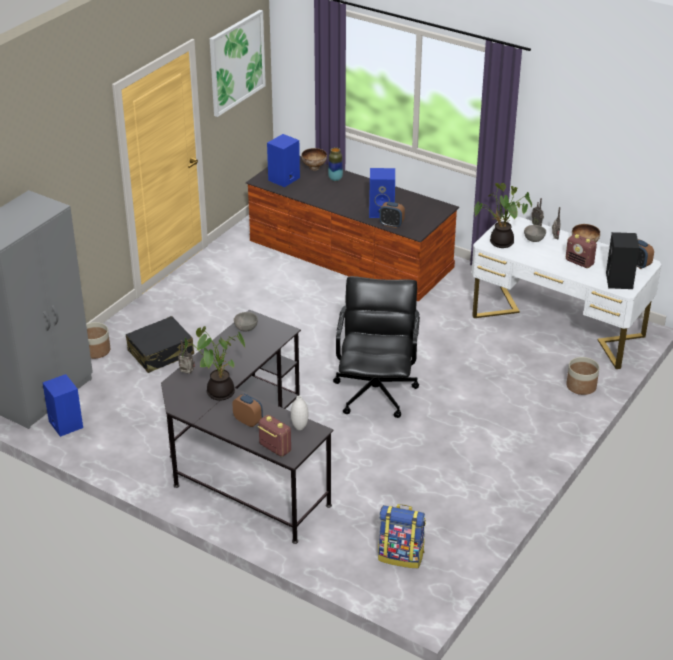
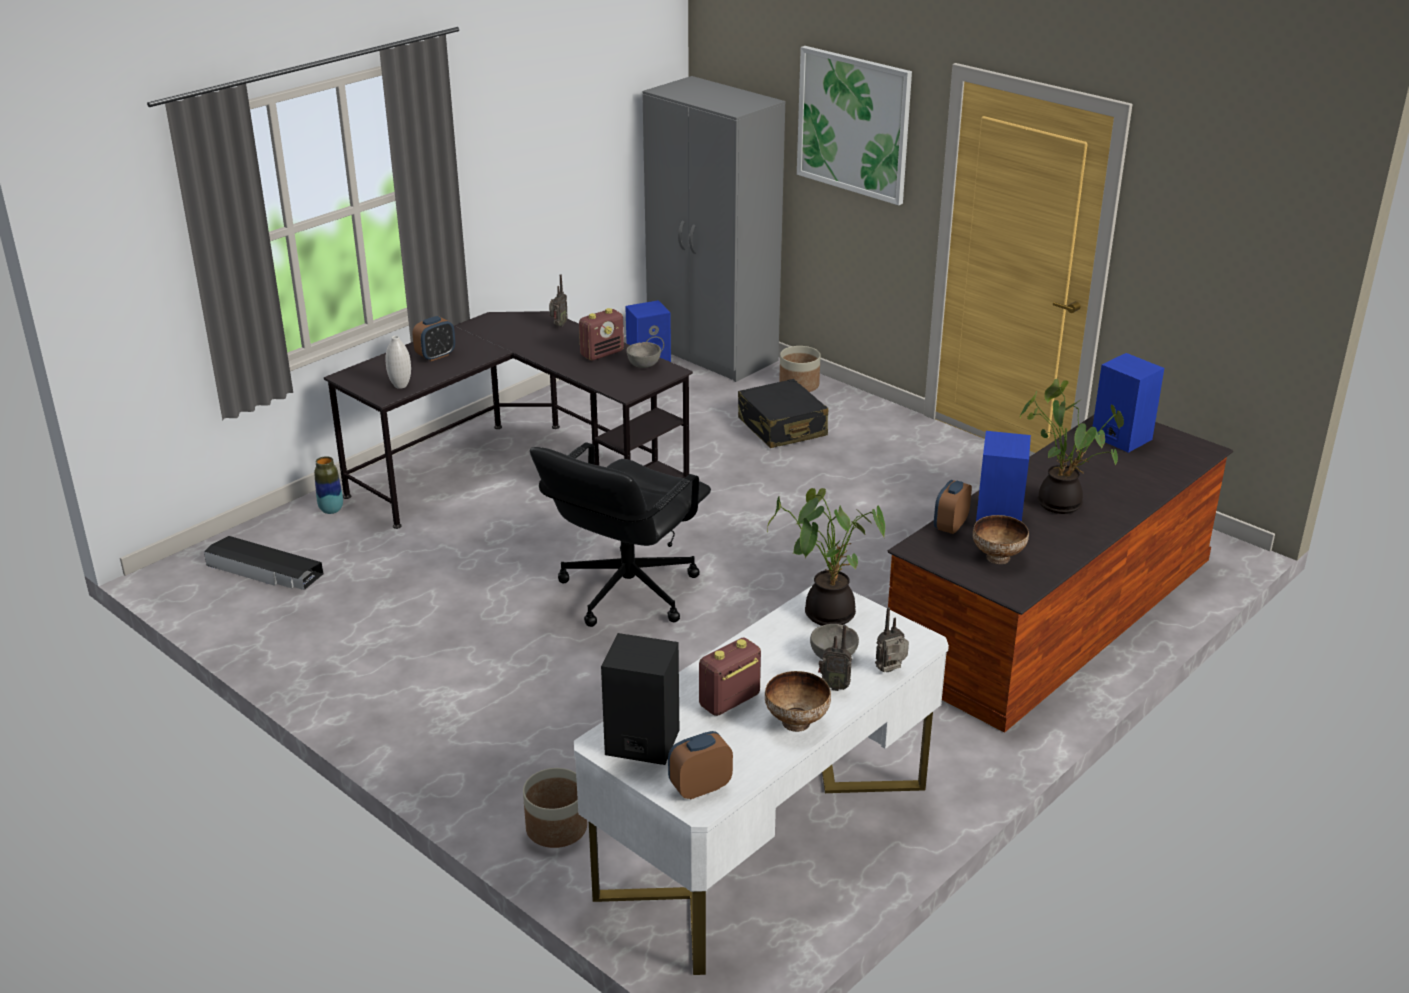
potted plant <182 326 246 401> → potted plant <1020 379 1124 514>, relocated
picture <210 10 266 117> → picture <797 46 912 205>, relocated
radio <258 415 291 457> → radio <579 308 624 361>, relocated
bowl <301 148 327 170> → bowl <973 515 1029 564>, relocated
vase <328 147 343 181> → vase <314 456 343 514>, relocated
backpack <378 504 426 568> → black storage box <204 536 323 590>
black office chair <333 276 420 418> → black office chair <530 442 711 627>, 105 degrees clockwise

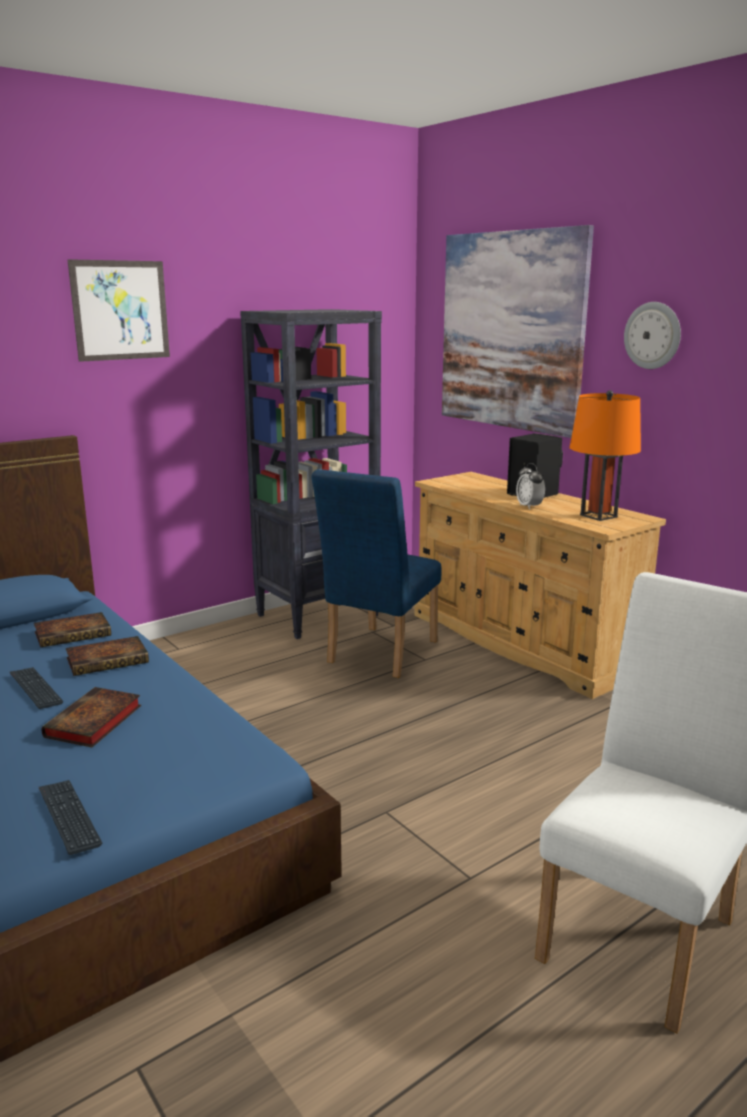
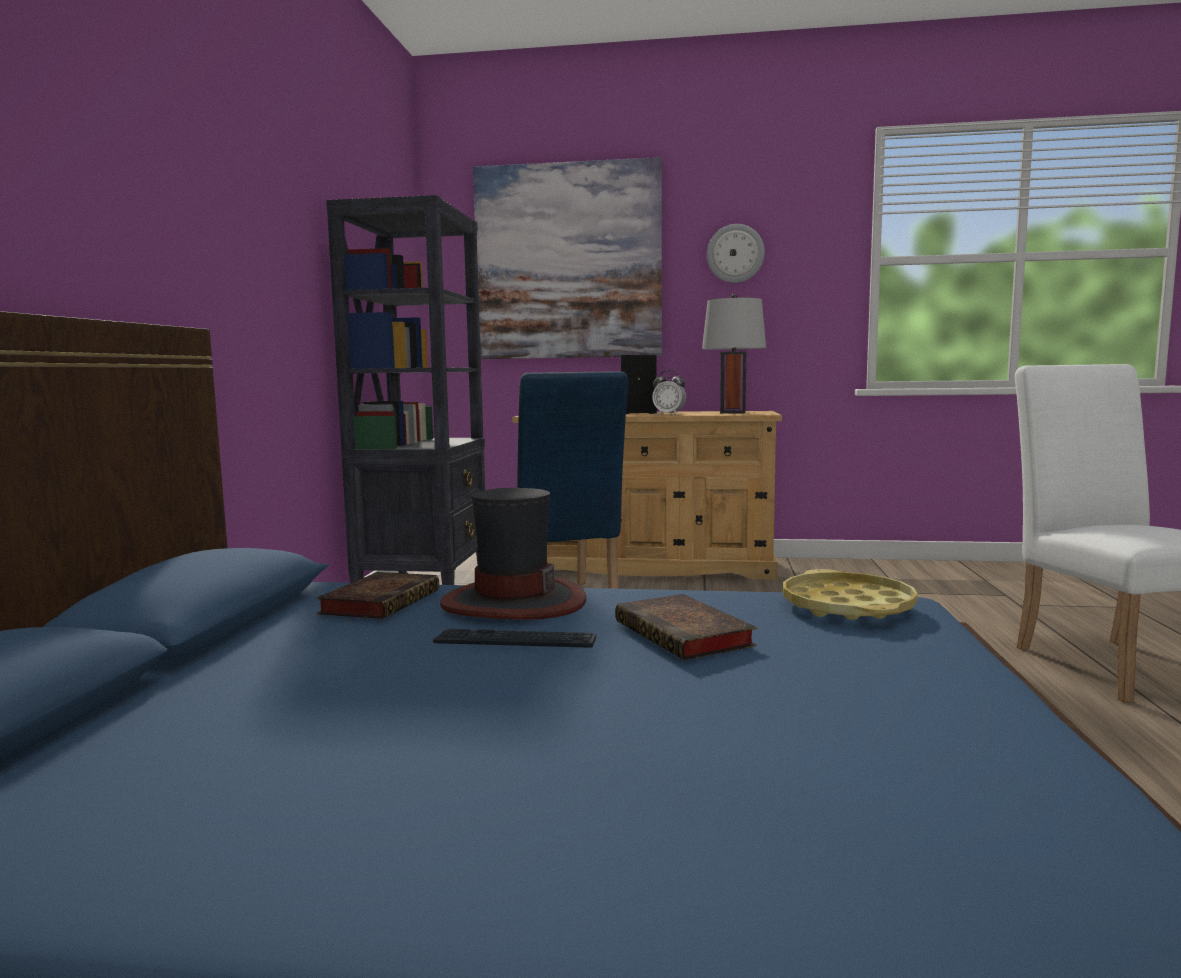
keyboard <39 780 102 855> → -
picture <68 259 170 362> → -
- → yellow tray <783 569 918 620>
book <66 636 149 676> → hat <440 488 586 620>
orange table lamp <569 390 641 521> → grey table lamp <702 294 766 414>

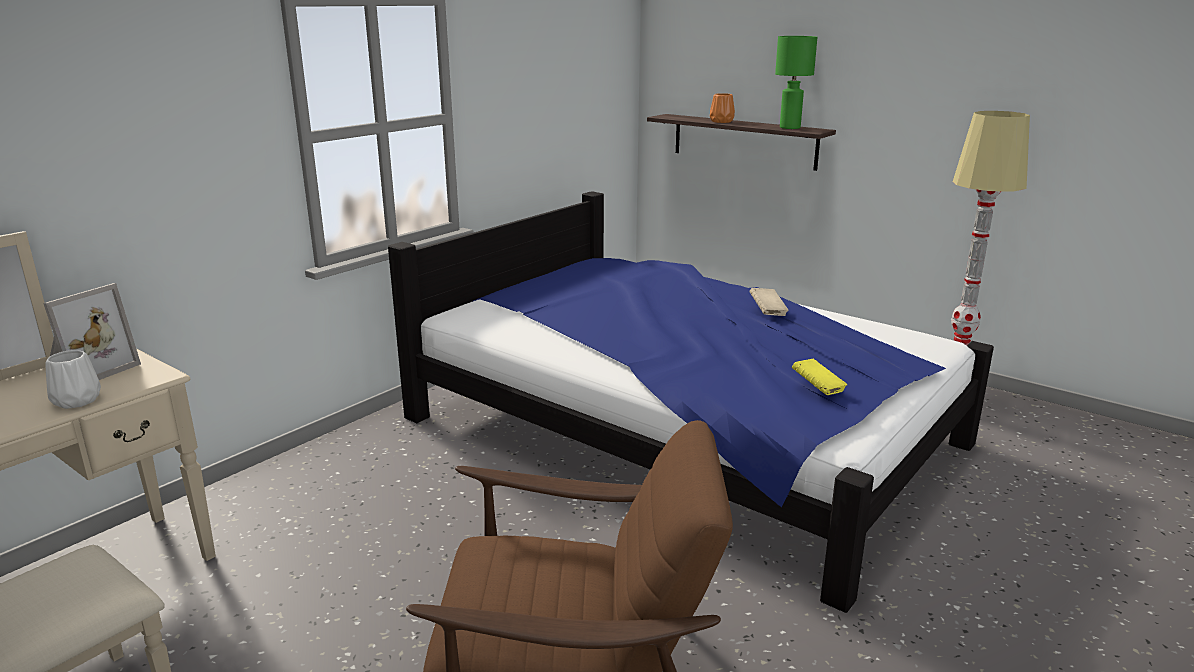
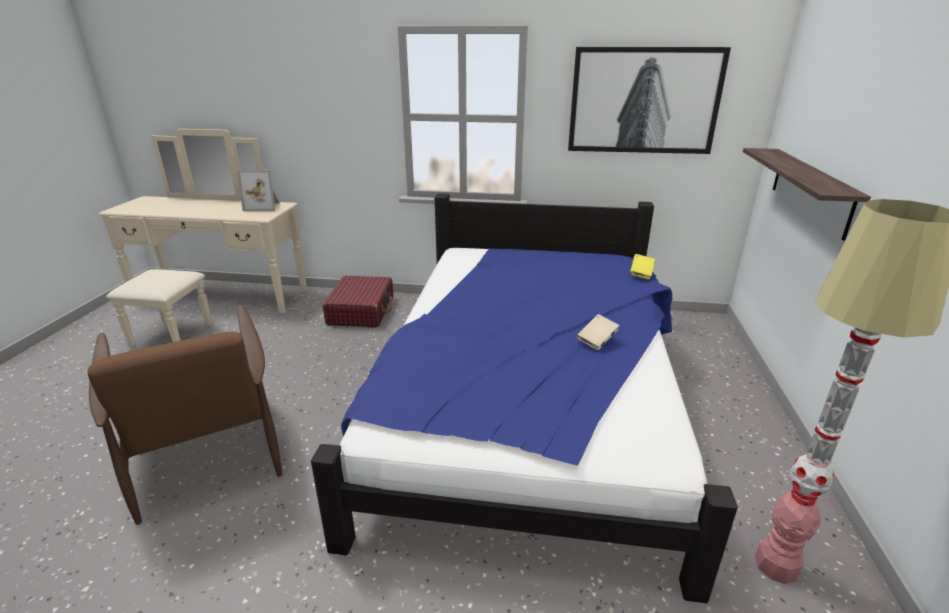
white vase <45 350 101 409> → -
orange vase <710 93 735 123> → -
green table lamp <775 36 817 129> → -
- → red suitcase <323 276 393 328>
- → picture <568 47 731 154>
yellow book <792 359 847 395> → yellow book <630 254 655 279>, relocated

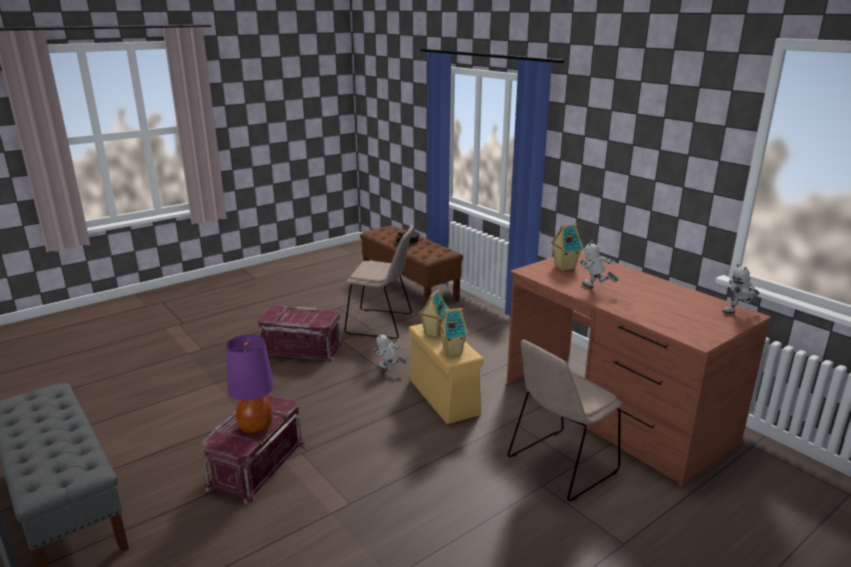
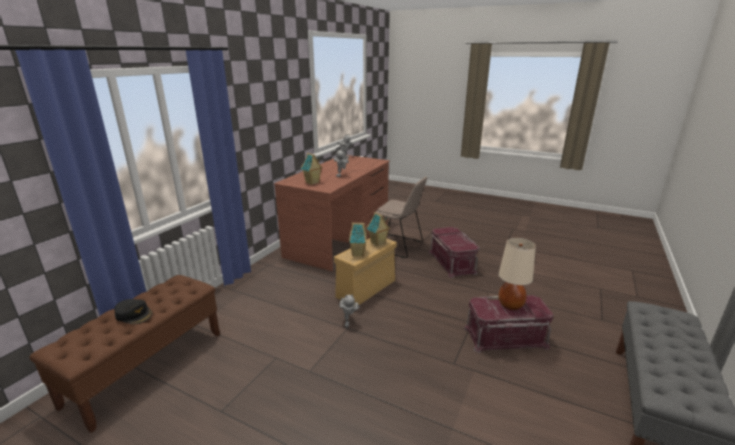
beige chair <344 225 414 340> → -
red storage box <258 305 344 363> → red storage box <429 227 480 278>, relocated
purple table lamp <226 335 274 434> → beige table lamp <498 238 536 310>

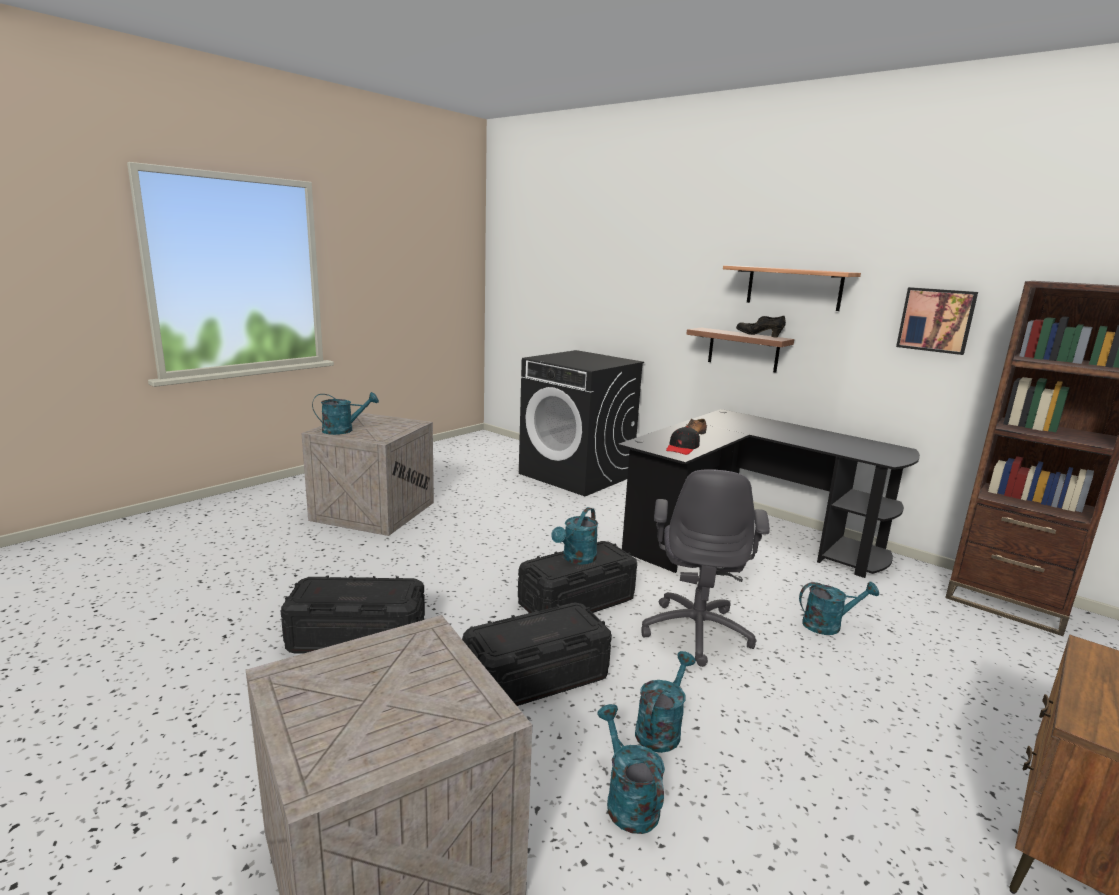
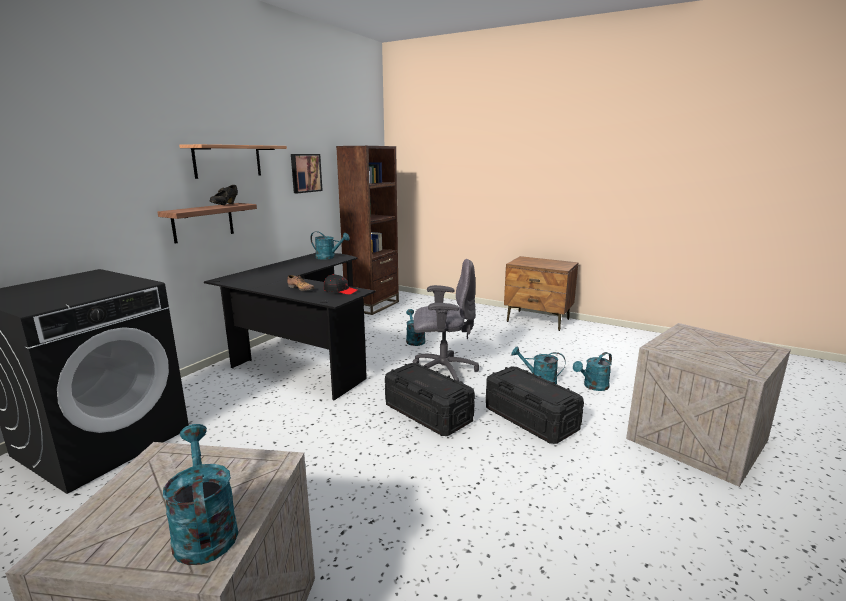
black storage box <281 575 425 654> → -
turquoise watering can <551 507 598 565> → turquoise watering can <310 231 350 260>, relocated

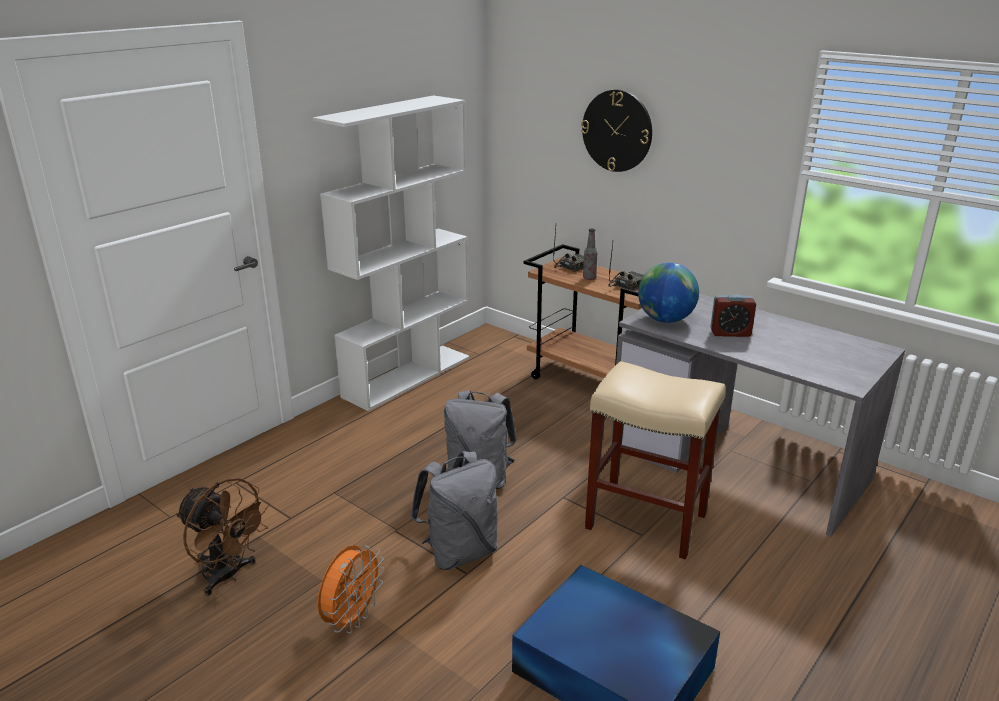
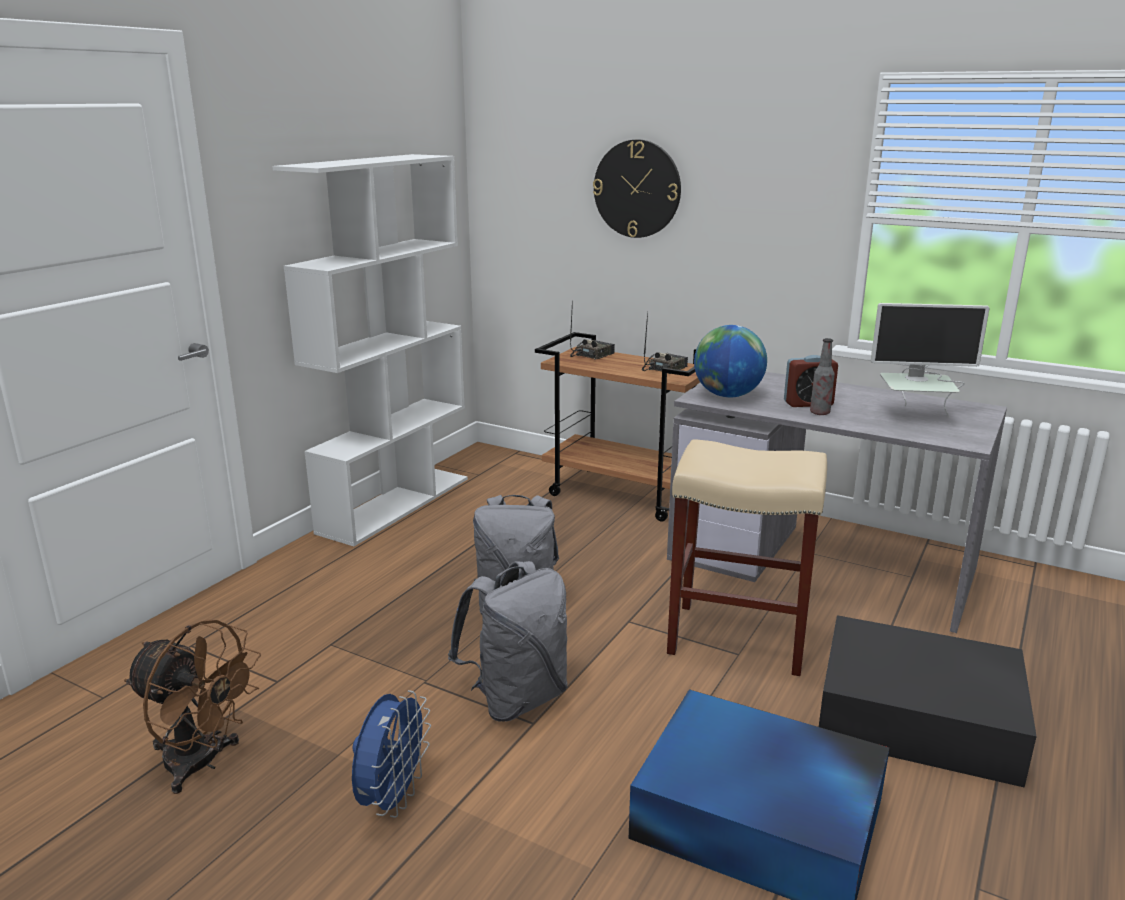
- → black storage box <819 615 1037 788>
- → monitor <871 303 990 418>
bottle <583 228 598 280> → bottle <810 338 835 415>, relocated
orange fan <318 545 385 634> → blue fan <352 690 431 818>

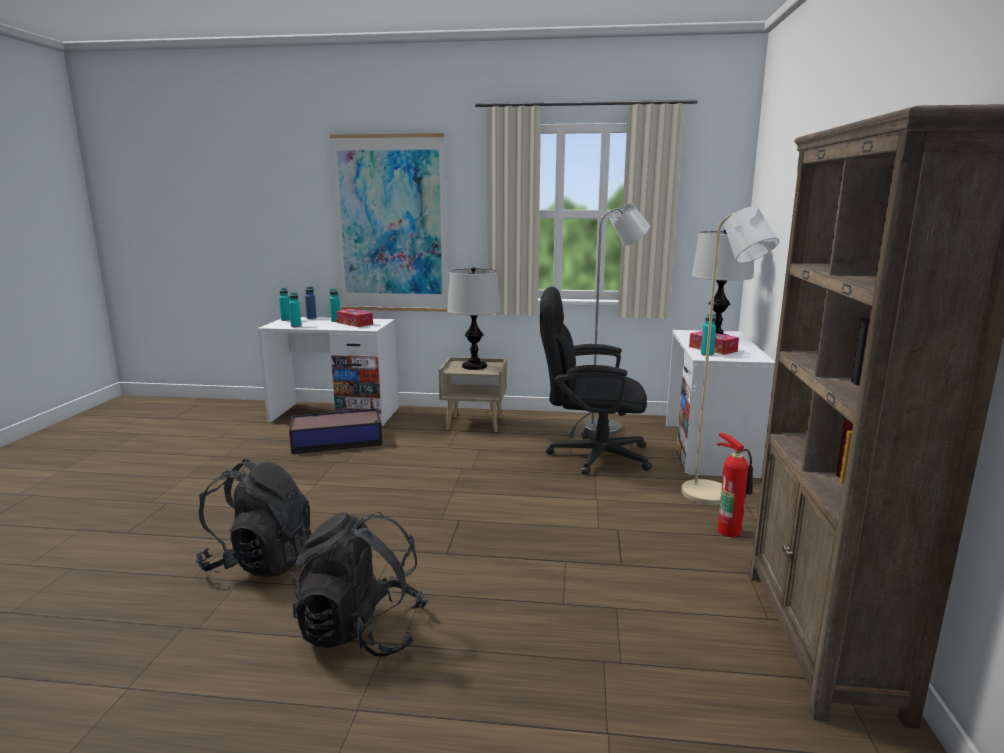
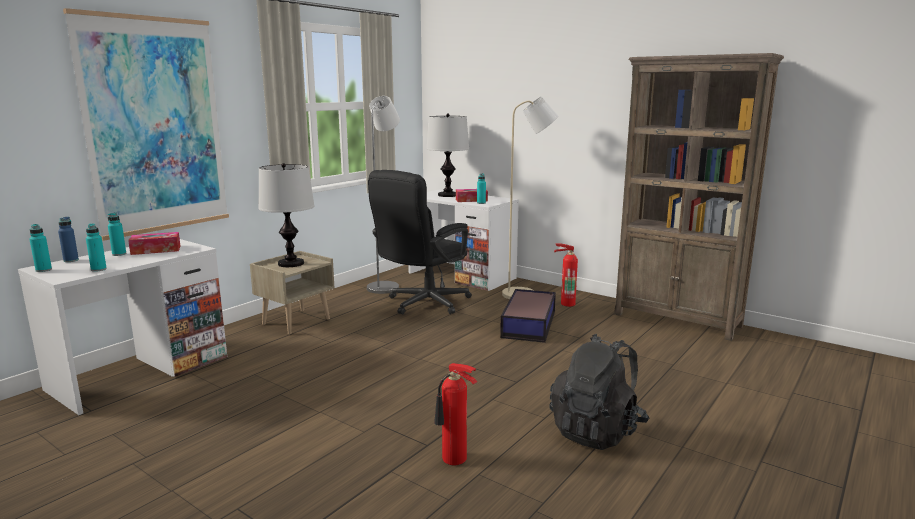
storage box <289 409 382 454> → storage box <500 289 556 343>, relocated
black backpack <196 459 312 577> → fire extinguisher <434 363 477 465>

